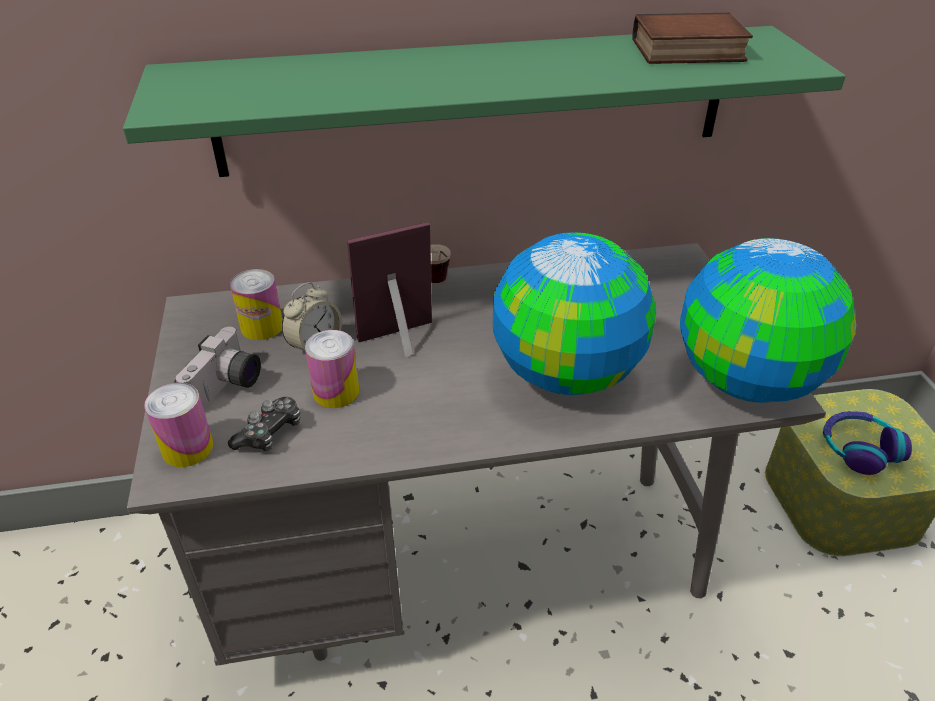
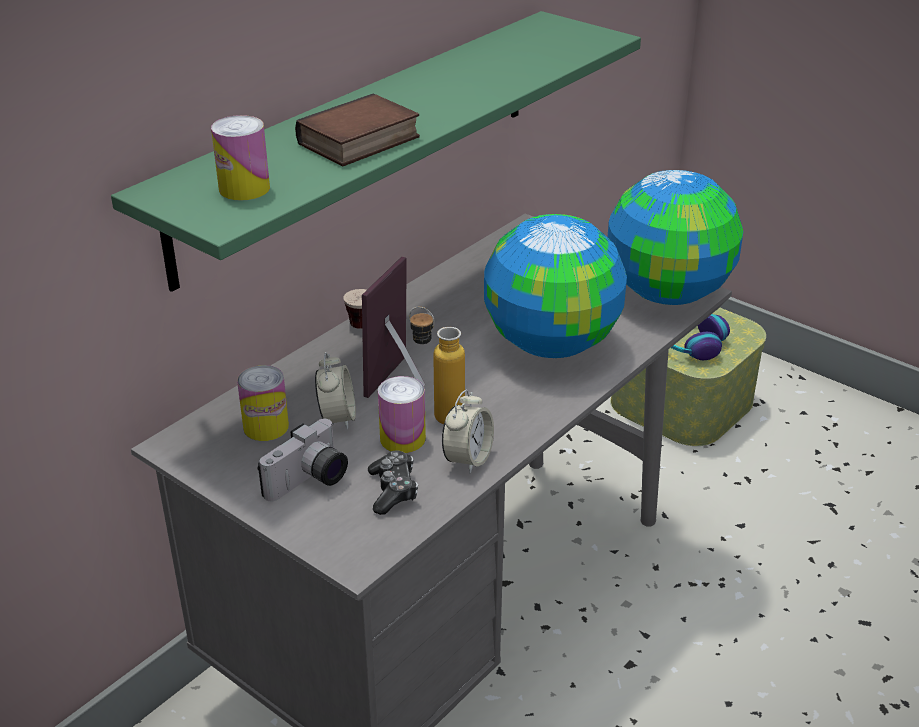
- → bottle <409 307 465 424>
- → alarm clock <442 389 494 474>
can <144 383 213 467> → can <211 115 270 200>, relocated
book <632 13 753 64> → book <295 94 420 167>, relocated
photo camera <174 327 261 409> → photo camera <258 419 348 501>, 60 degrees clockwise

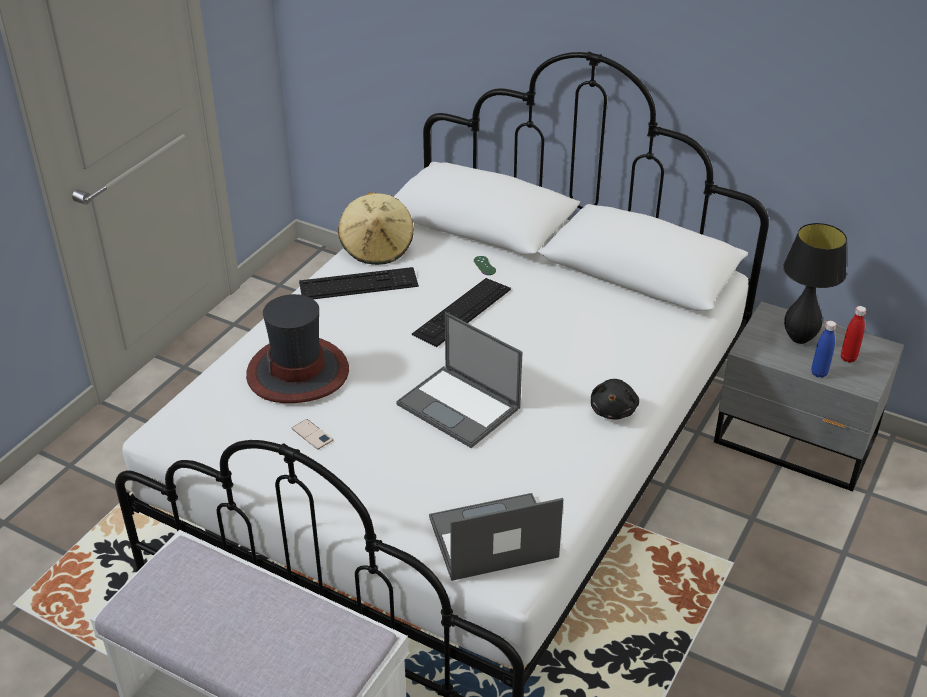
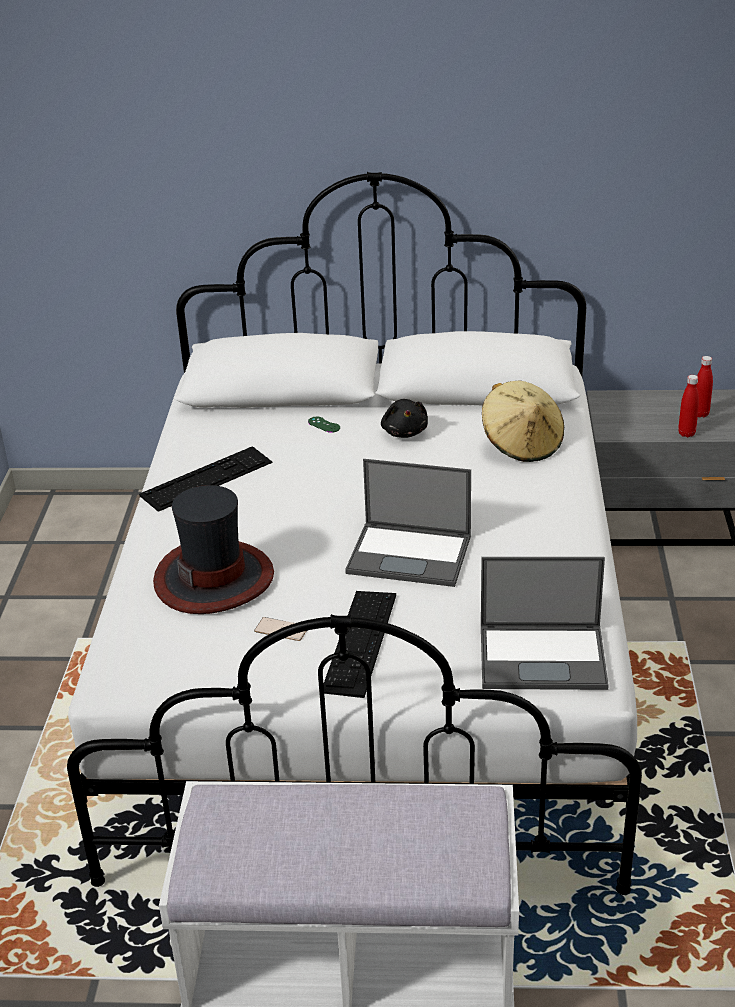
black table lamp <783 223 847 344> → -
beige hat <338 192 414 265> → beige hat <482 381 564 462>, relocated
keyboard <411 278 511 347> → keyboard <324 591 396 698>, relocated
black plush toy <591 379 639 419> → black plush toy <381 399 428 438>, relocated
blue bottle <811 321 837 378> → red bottle <678 375 699 437>
laptop <429 493 563 581> → laptop <481 557 609 690>, 135 degrees counterclockwise

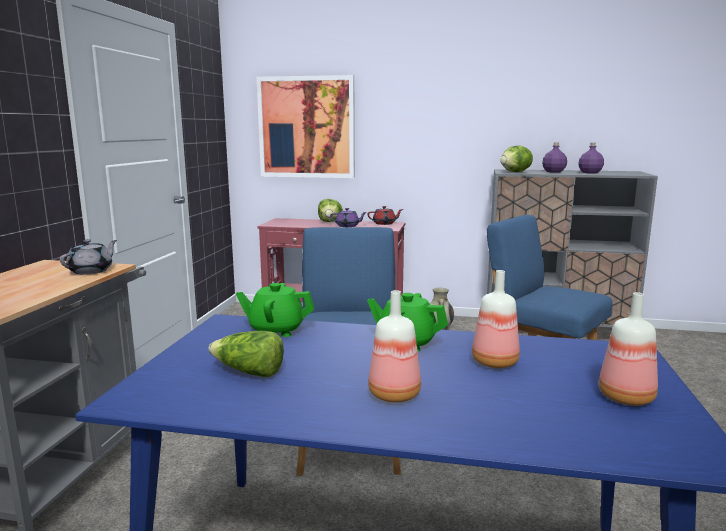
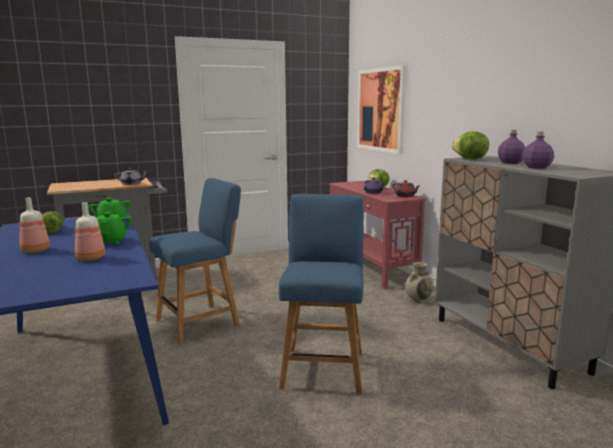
bottle <599 292 658 406> → -

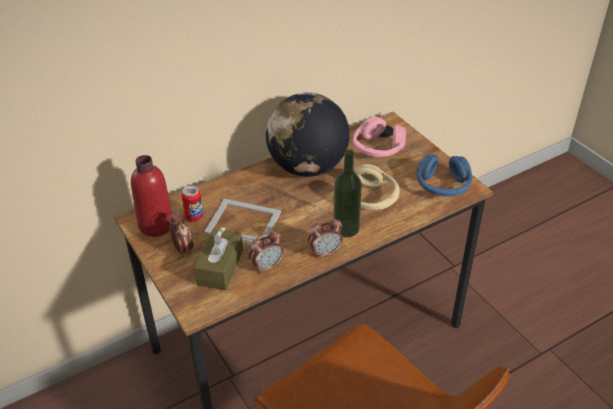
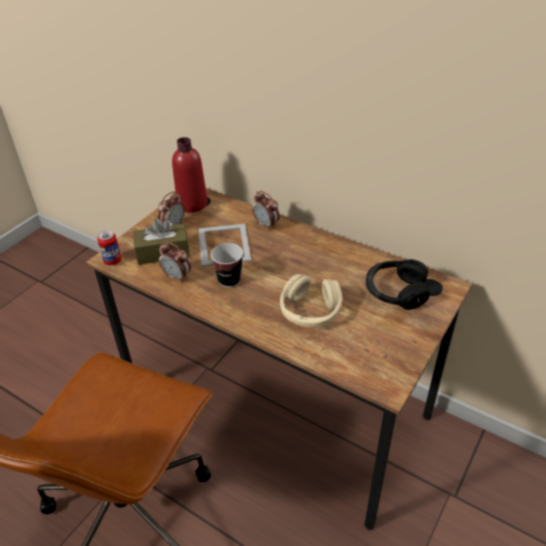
globe <266 92 350 177> → -
bottle <333 149 362 237> → -
blue headphones <417 154 472 197> → -
- → cup <211 243 243 288>
can <181 186 203 222> → can <97 230 121 266>, relocated
alarm clock <308 218 343 258> → alarm clock <252 191 280 231>, relocated
pink headphones <353 117 406 157> → black headphones <366 259 430 310>

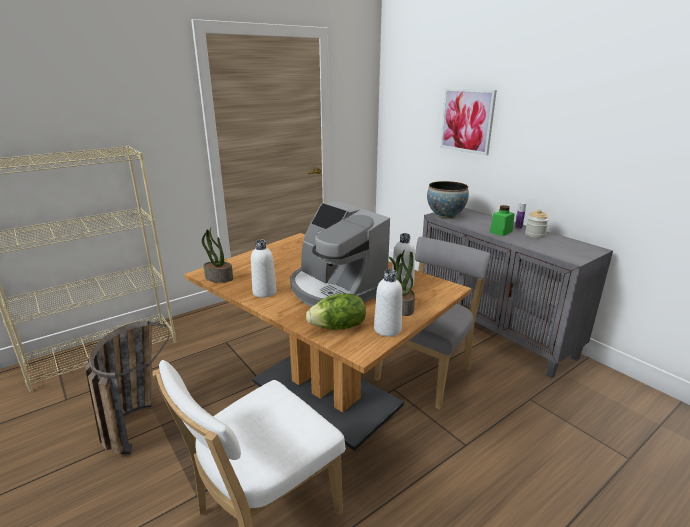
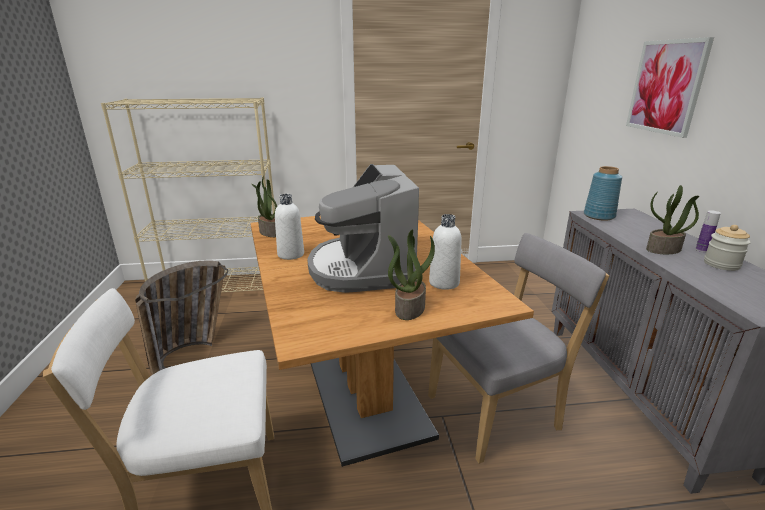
lettuce <306 293 366 330> → -
white bottle <374 269 403 337> → -
bowl <427 181 469 219> → blue vase <584 166 622 221>
green jar <490 205 515 236> → potted plant <646 185 699 254>

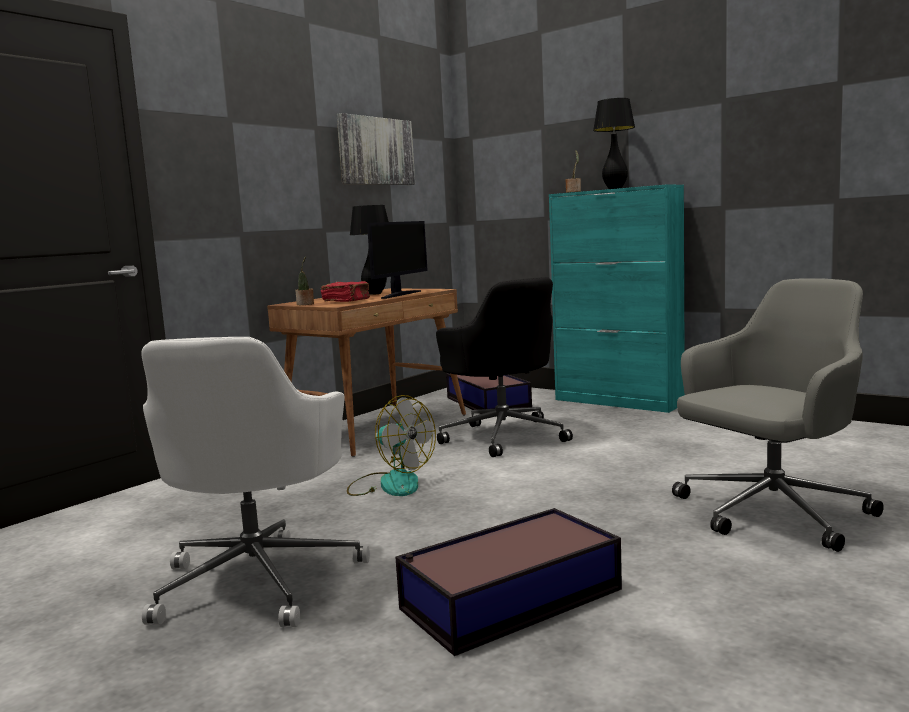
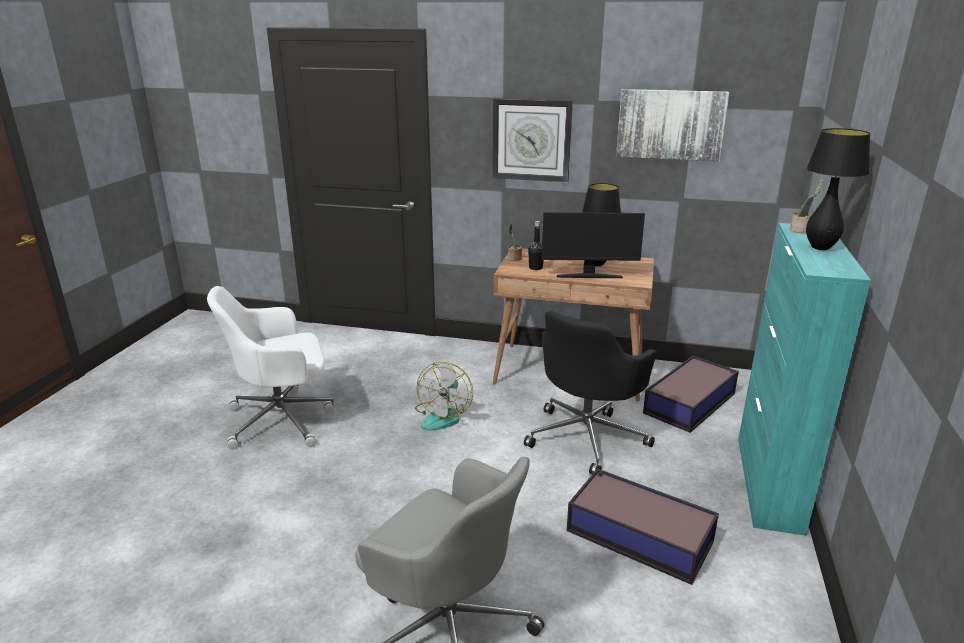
- → wall clock <492 98 573 182>
storage box <395 508 622 656> → storage box <567 468 719 585>, relocated
red book <321 281 370 302> → black bottle <528 221 544 270>

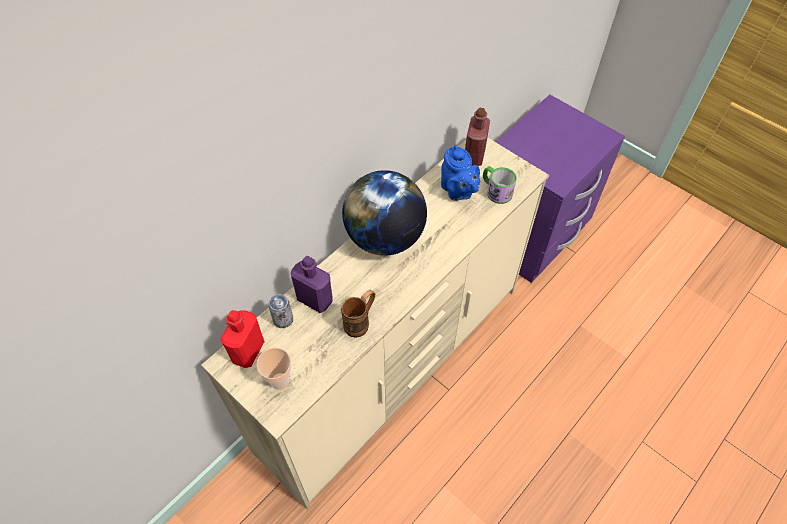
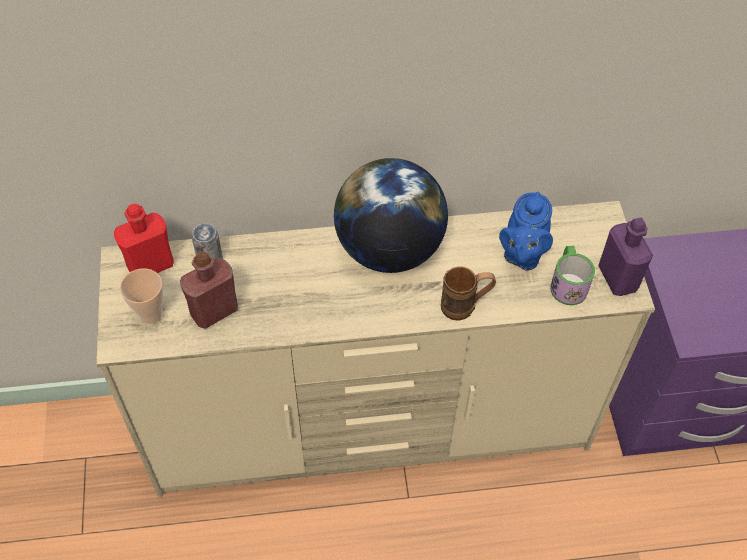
purple bottle <291 256 333 313> → purple bottle <598 217 653 296>, relocated
brown mug <341 290 375 338> → brown mug <441 266 496 321>, relocated
red bottle <465 108 490 166> → red bottle <180 251 238 329>, relocated

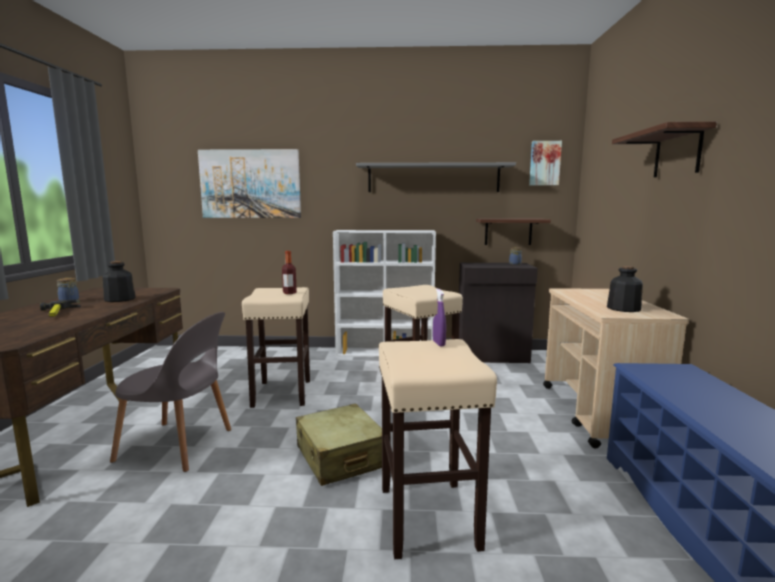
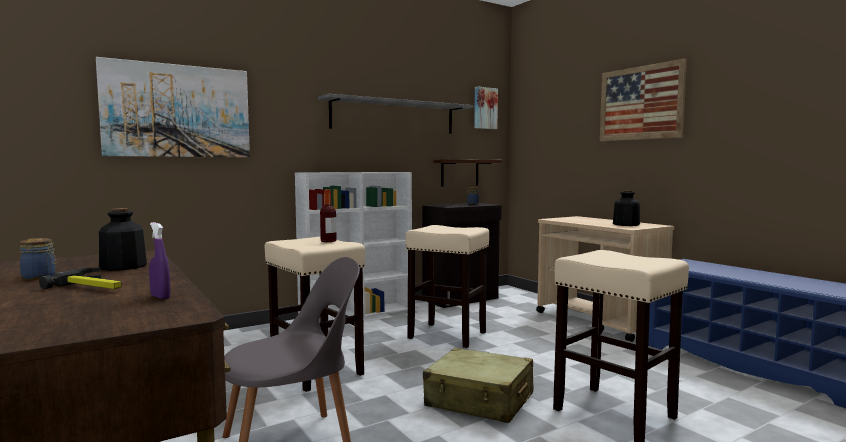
purple spray bottle <433 288 446 346> → purple spray bottle <149 222 170 299>, relocated
shelf <612 122 717 177> → picture <600 59 687 141>

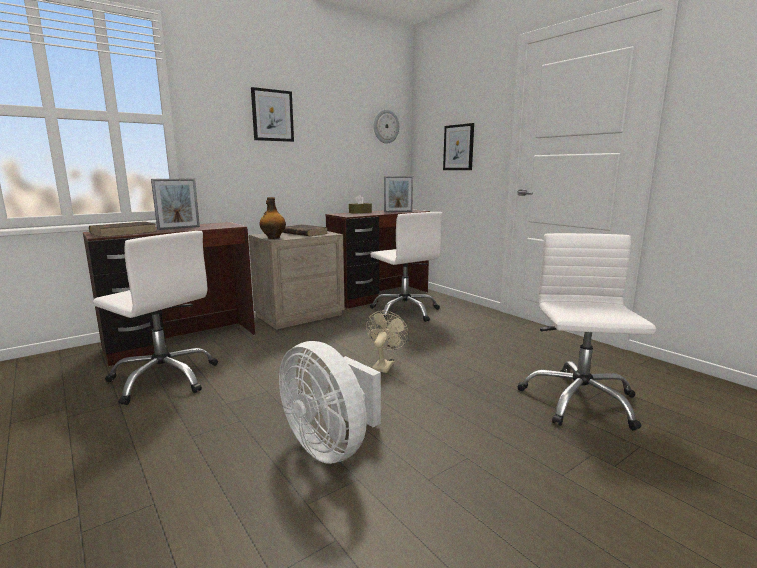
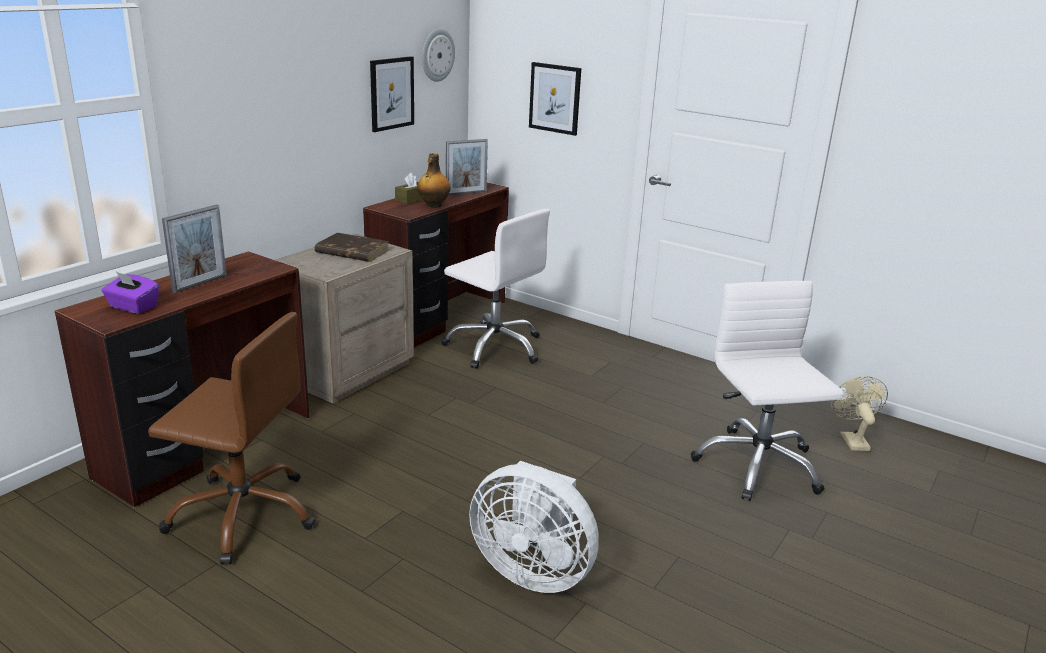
picture <251 87 294 142> → picture <370 56 414 132>, relocated
bottle <260 197 286 239> → bottle <417 153 451 208>, relocated
beige fan <366 311 409 373> → beige fan <831 376 888 451>, relocated
brown book <89 221 157 237> → purple tissue box <101 272 159 314>
white office chair <93 231 218 405> → brown office chair <148 312 316 565>

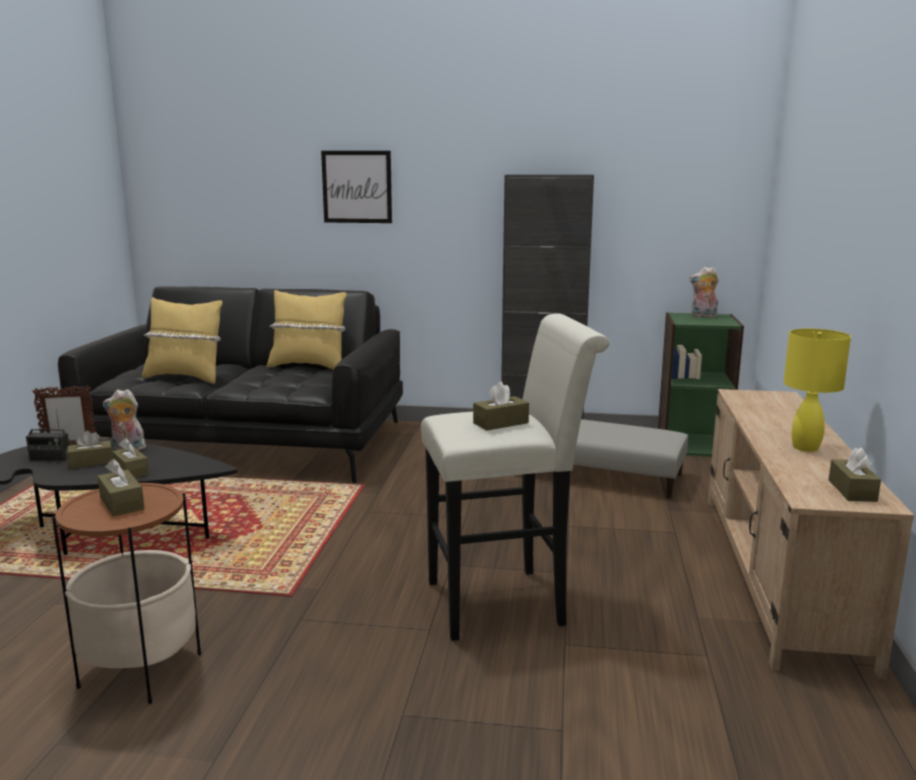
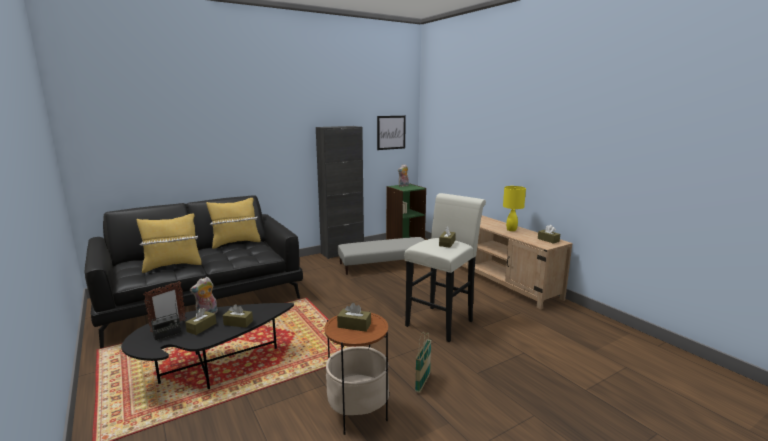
- → basket <415 332 431 393>
picture <321 151 392 223> → picture <377 116 406 150>, relocated

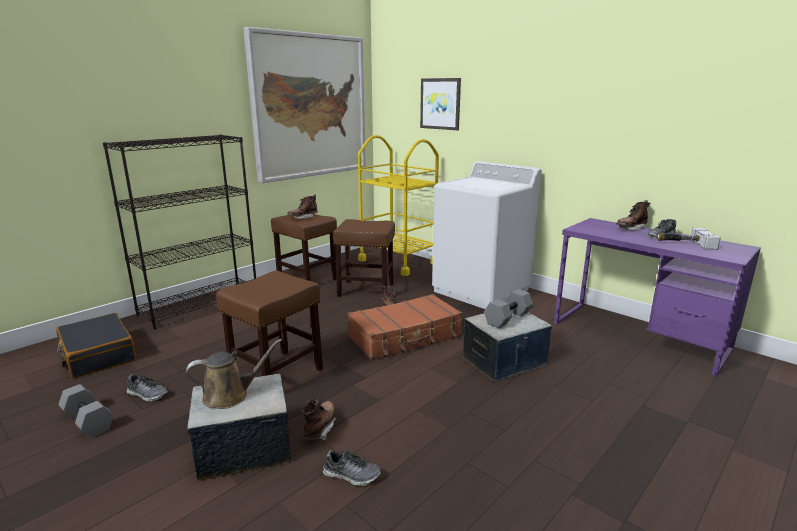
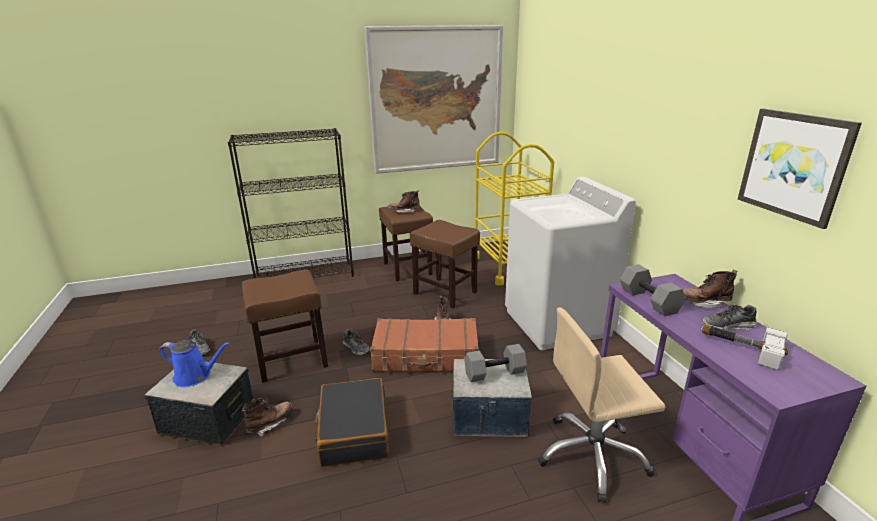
- → beige office chair <538 308 665 503>
black suitcase <56 313 136 379> → black suitcase <315 378 389 467>, relocated
grey dumbbell <58 384 114 438> → grey dumbbell <620 264 685 316>, relocated
shoe <323 450 381 486> → shoe <343 330 370 355>, relocated
picture <420 78 461 130> → picture <738 109 862 229>, relocated
brown watering can <186 339 282 409> → blue watering can <159 340 230 387>

